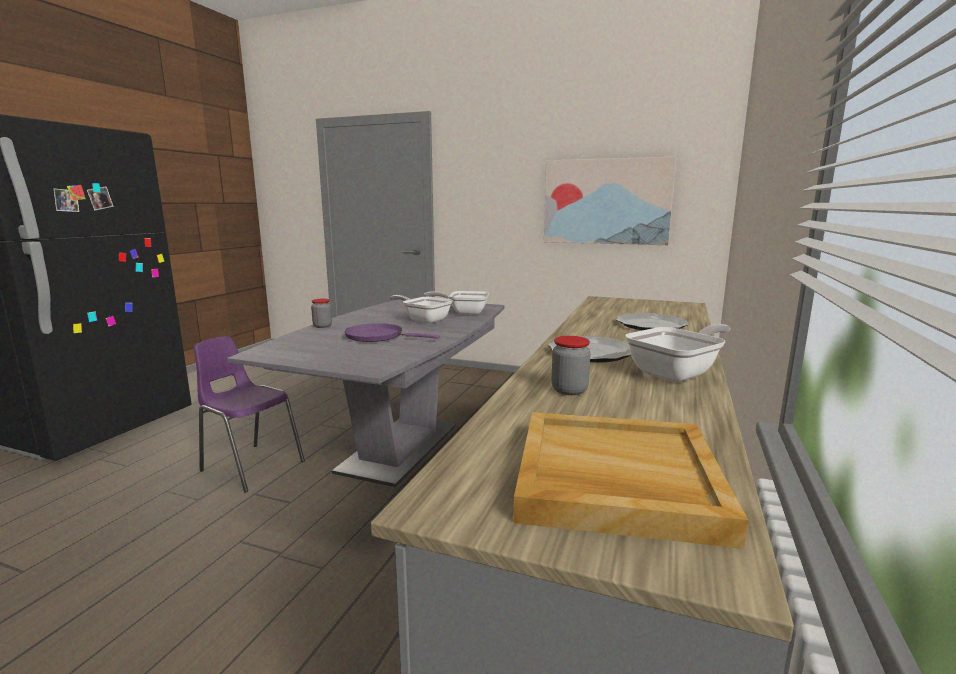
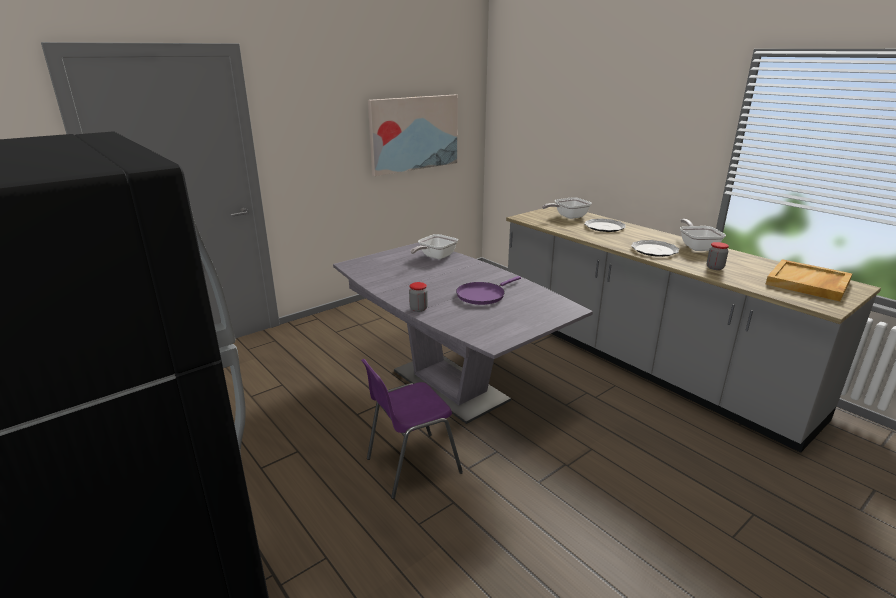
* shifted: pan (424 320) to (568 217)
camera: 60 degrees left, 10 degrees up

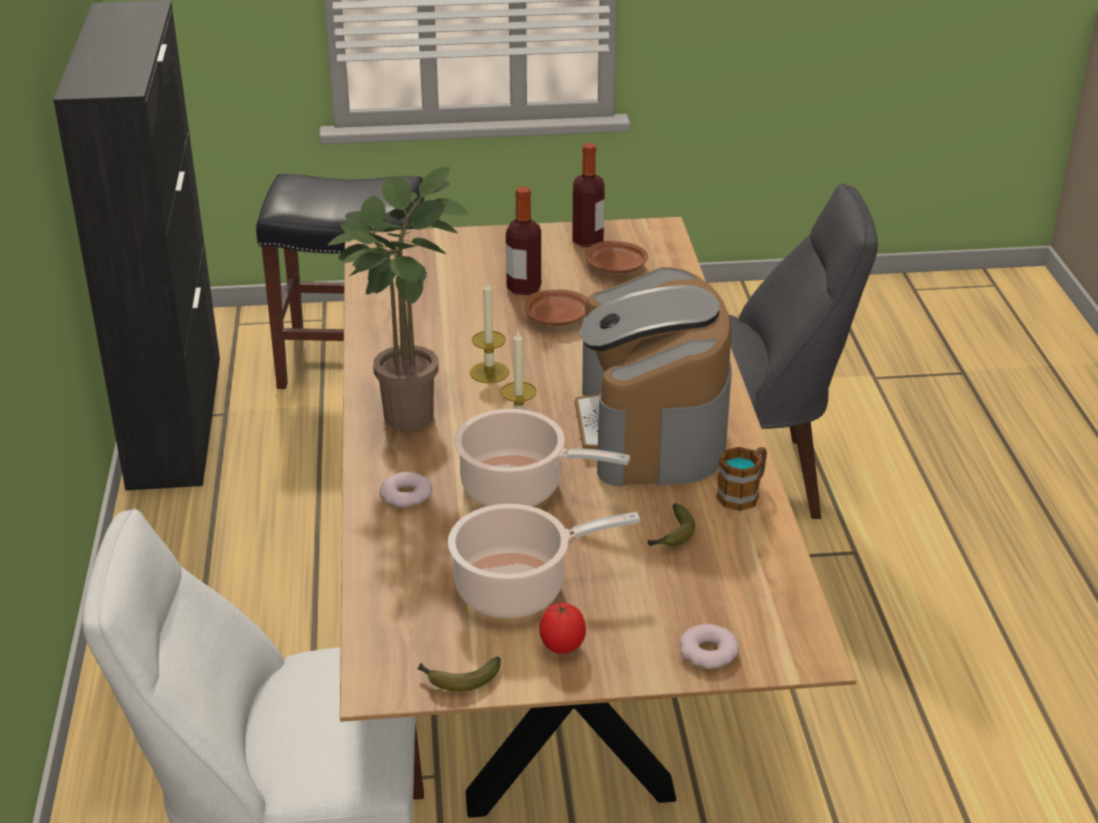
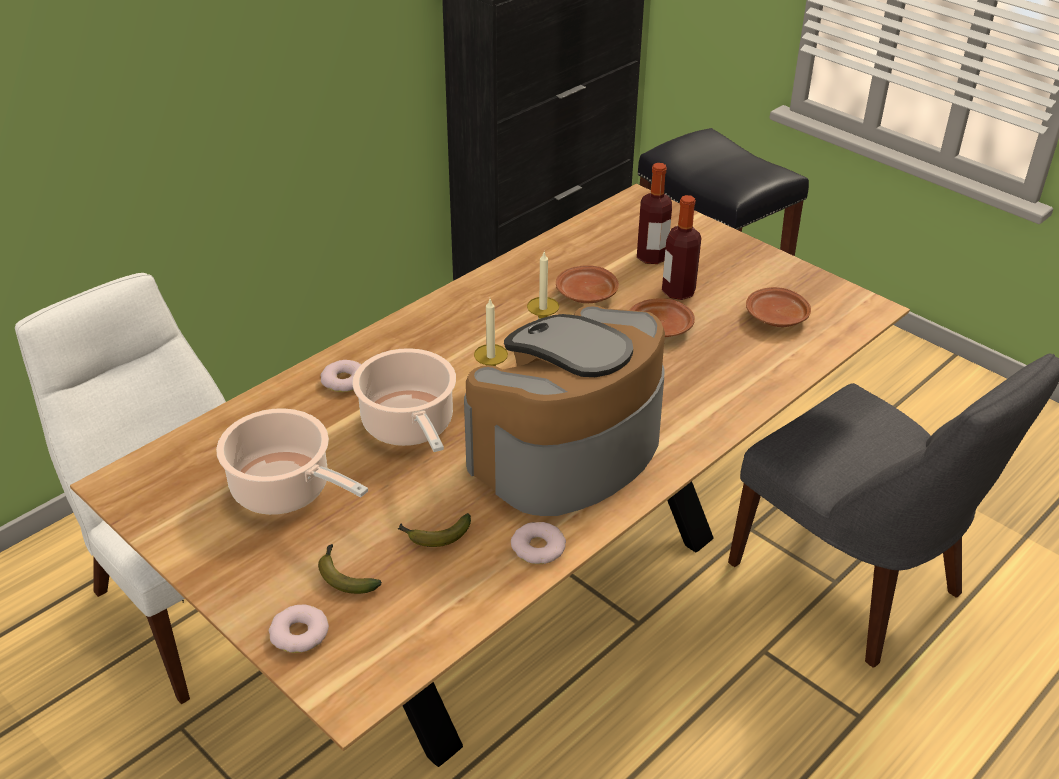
* shifted: banana (458 679) to (344 576)
* swapped: coffee mug (743 493) to ring doughnut (538 548)
* new: dinner plate (brown) (586 294)
* shifted: drink bottle (587 241) to (651 257)
* gone: houseplant (406 411)
* gone: fresh tomato (561 647)
camera: 50 degrees right, 5 degrees up

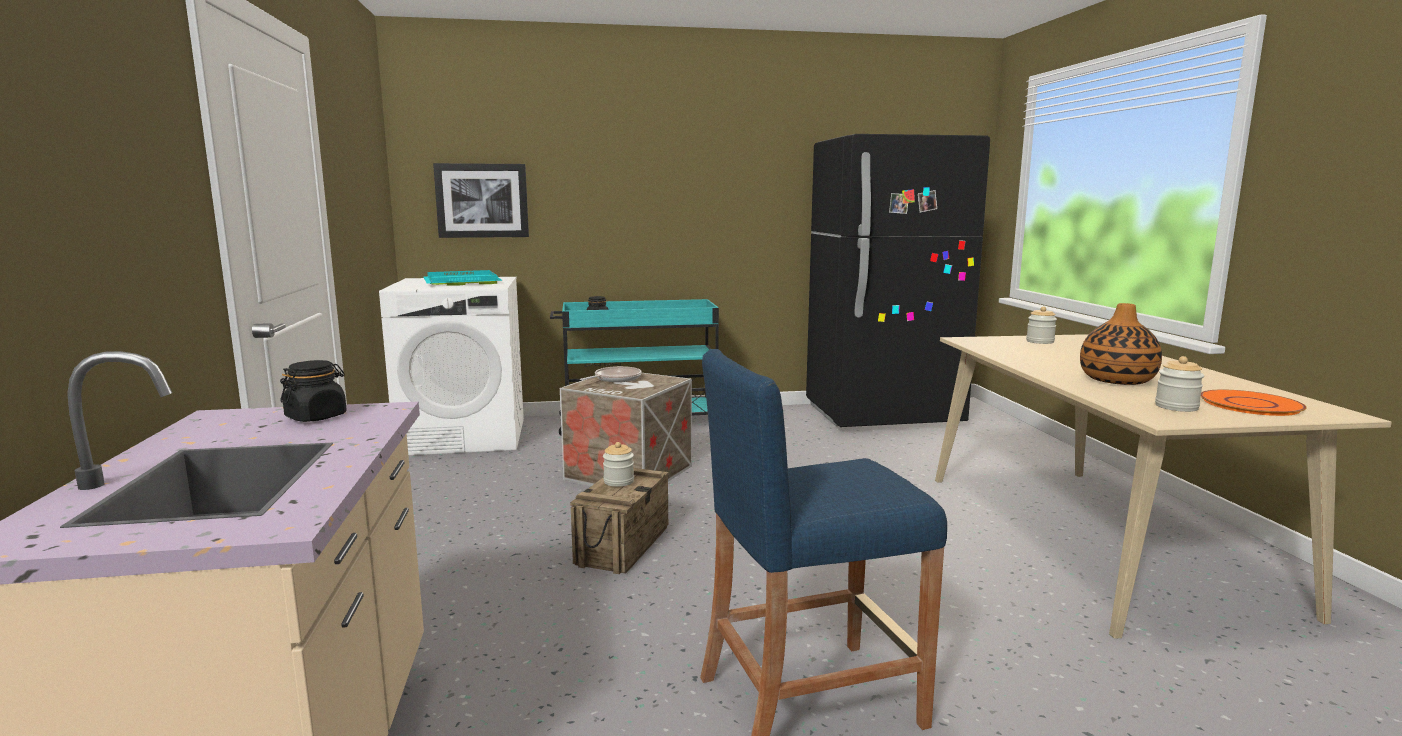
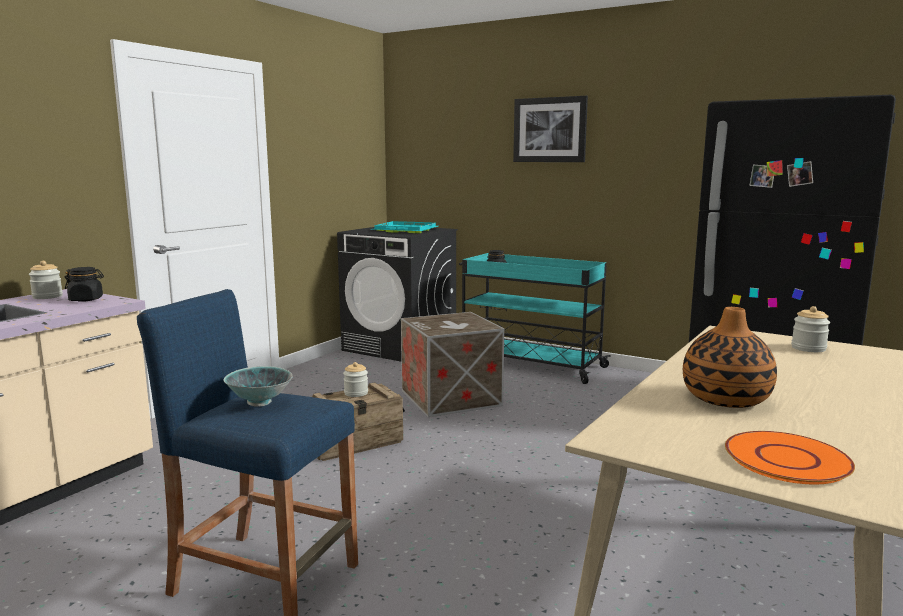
* shifted: preserve jar (1176 407) to (47 296)
* new: bowl (259 402)
* repainted: laundry machine (white) (465 436) to laundry machine (black-coloured) (400 347)
* shifted: picture (482 200) to (550 130)
* gone: pan (615 379)
camera: 40 degrees right, 0 degrees up

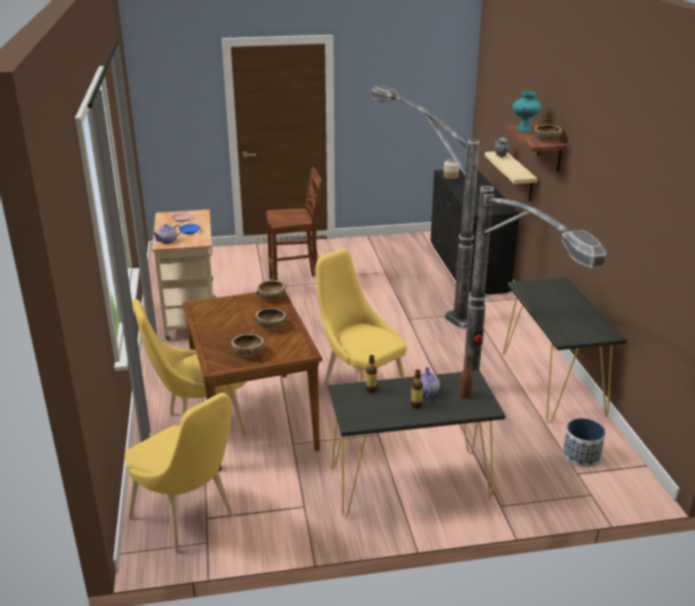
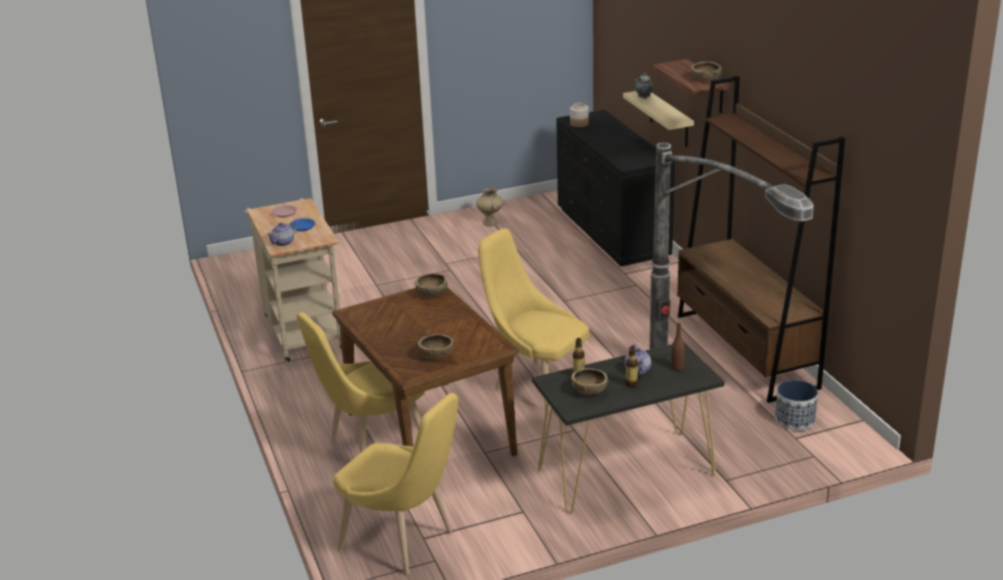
* new: decorative vase (beige) (491 223)
* shifted: bowl (brown) (270 326) to (589 391)
* swapped: console table (black-coloured) (552 383) to shelving unit (brown) (746 351)
* gone: sitting stool (brown) (296 285)
* gone: floor lamp (417 292)
* gone: decorative vase (turquoise-coloured) (524 130)
camera: 10 degrees left, 0 degrees up

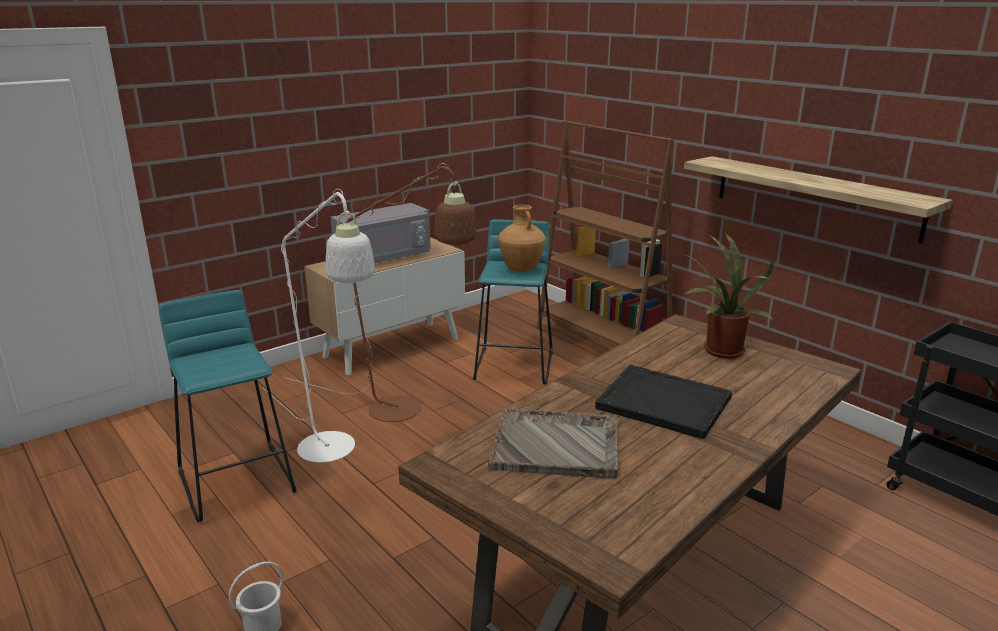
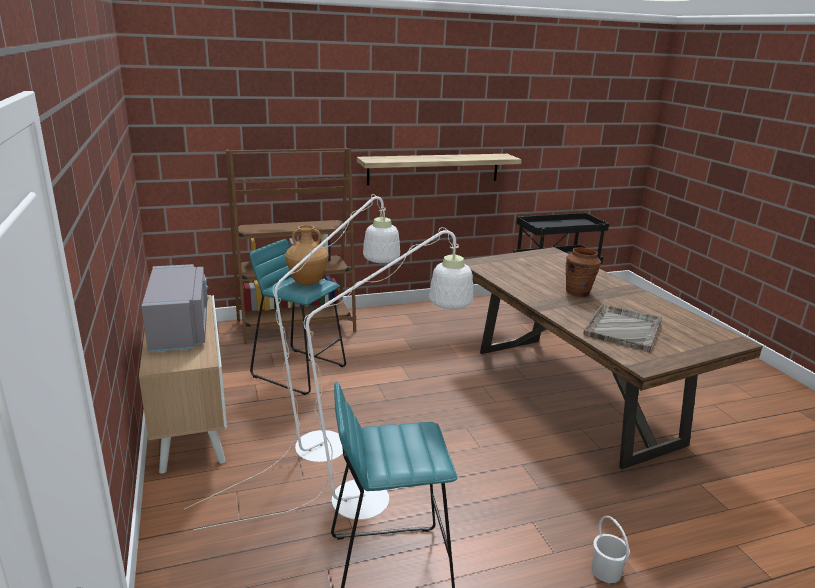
* repainted: floor lamp (brown) (407 411) to floor lamp (white) (332 440)
* swapped: tray (black-coloured) (662 402) to decorative vase (brown) (578 293)
* gone: houseplant (719 352)
camera: 70 degrees left, 0 degrees up

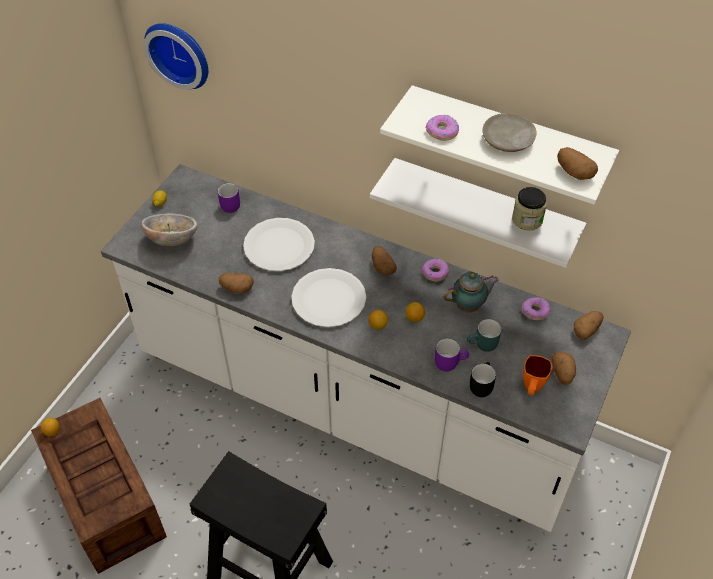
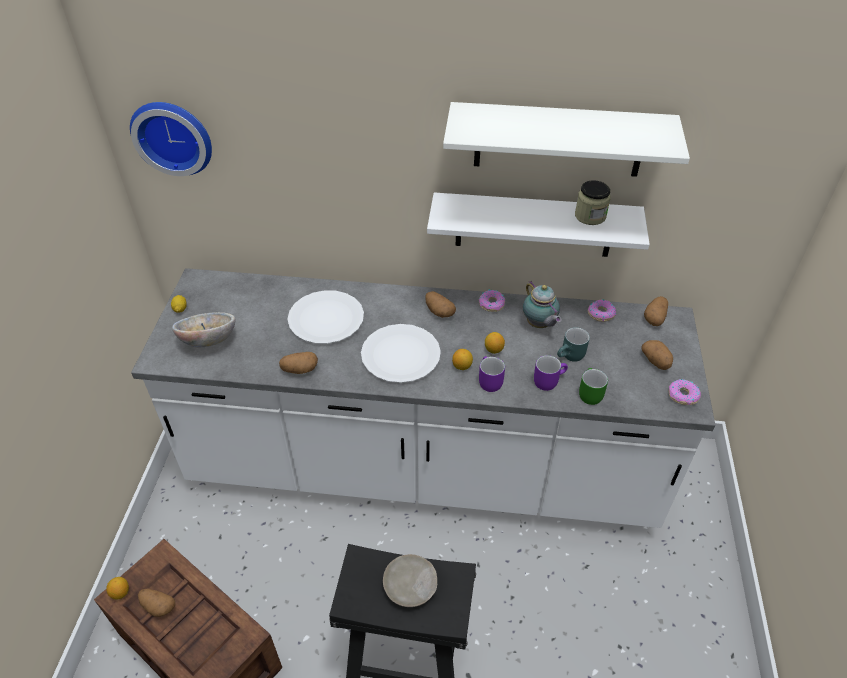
* shifted: whole potato (573 172) to (158 606)
* shifted: dinner plate (beige) (508 140) to (410 585)
* shifted: coffee mug (purple-coloured) (229 204) to (487 381)
* rotated: pot for tea (469 306) = (539 325) 105 degrees clockwise
* repainted: coffee mug (black-coloured) (480 384) to coffee mug (green-coloured) (588 393)
* shifted: ring doughnut (442 131) to (682 395)
* gone: coffee mug (orangey) (532 388)
camera: 20 degrees left, 5 degrees down

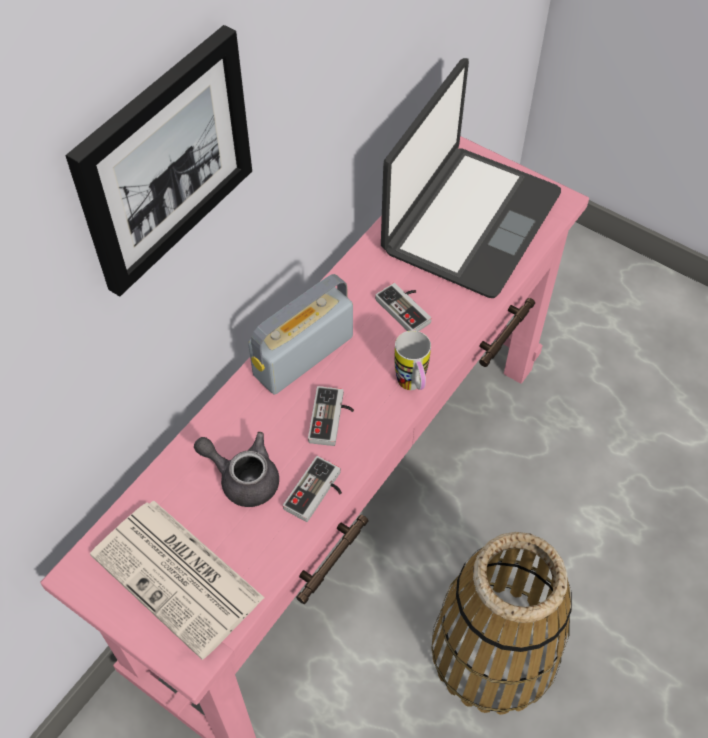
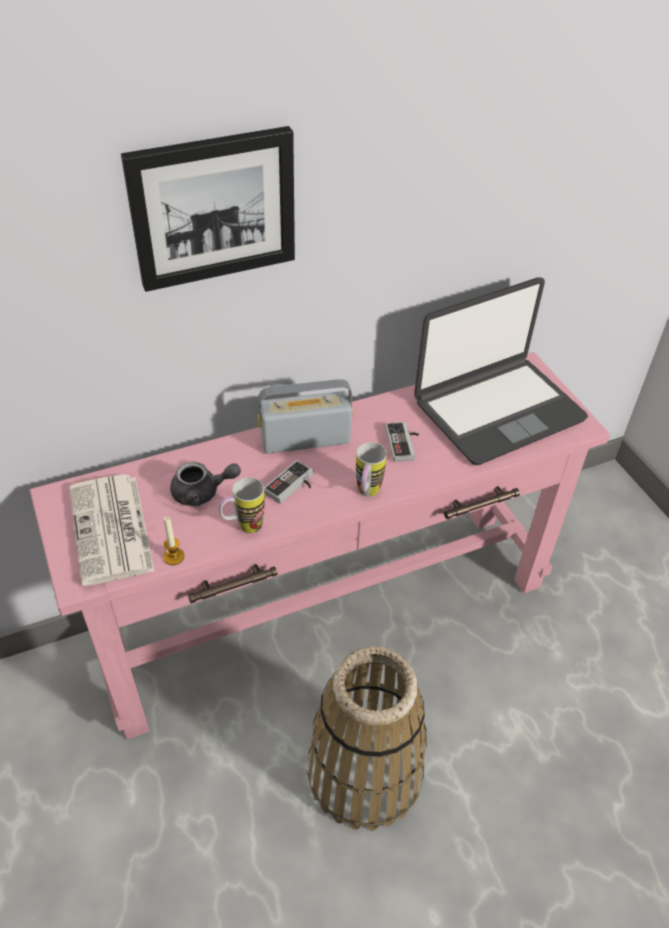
* new: candle (174 557)
* rotated: pot for tea (greyish) (243 478) = (202 493) 120 degrees clockwise
* swapped: joypad (318 494) to coffee mug (243 527)
camera: 30 degrees right, 10 degrees down

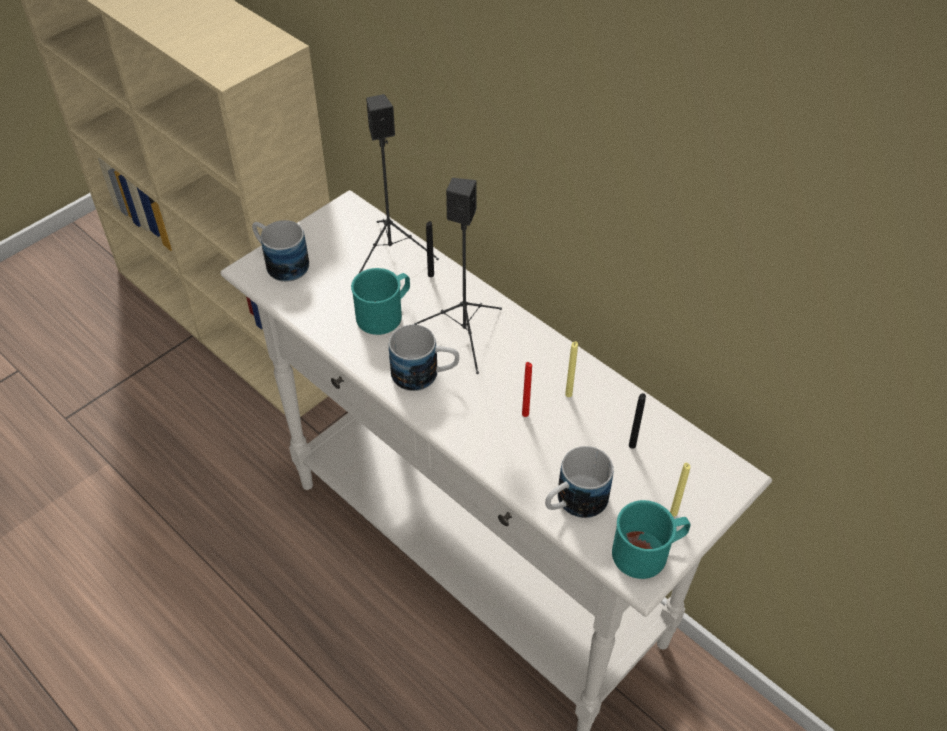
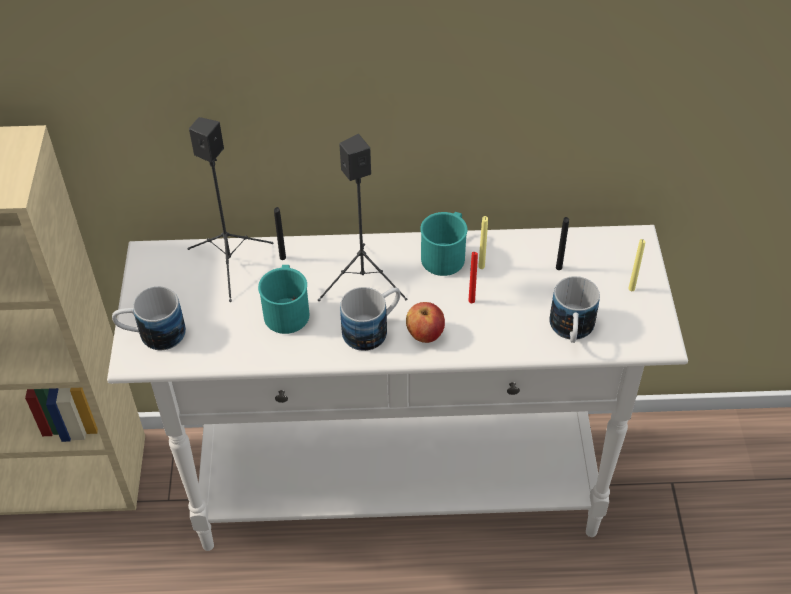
* new: apple (425 334)
* shifted: coffee mug (turquoise-coloured) (648 552) to (446 254)
camera: 45 degrees left, 0 degrees up

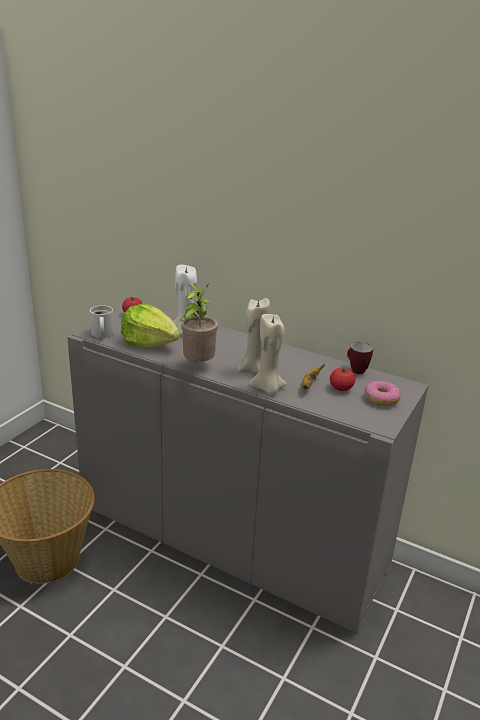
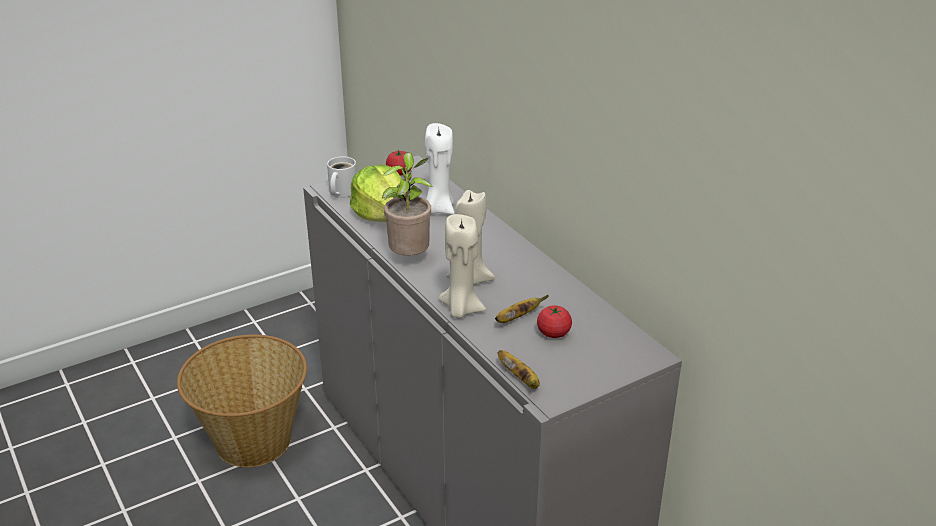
* new: banana (521 379)
* gone: coffee mug (355 370)
* gone: ring doughnut (381 399)
camera: 30 degrees right, 5 degrees up

